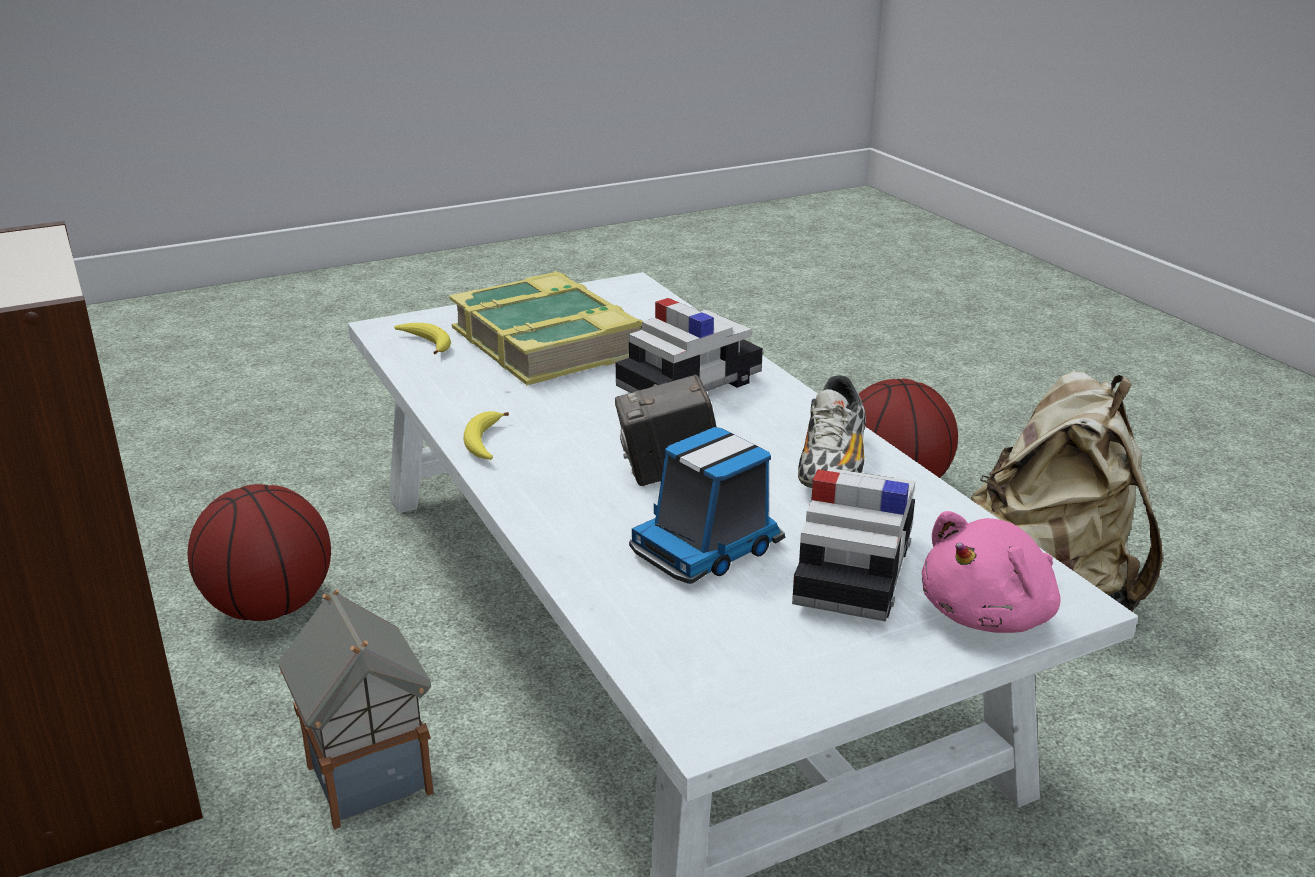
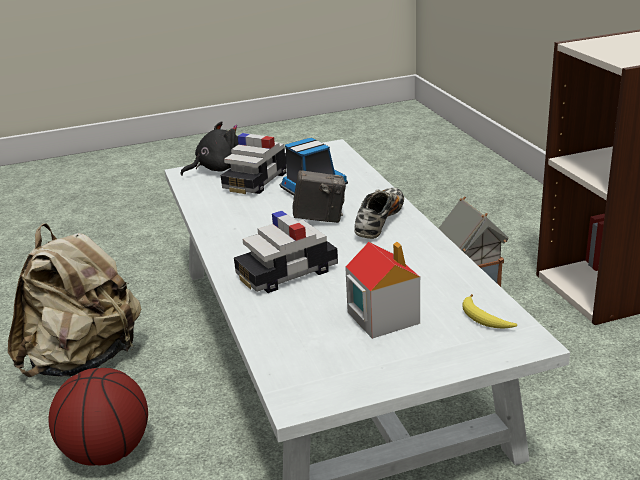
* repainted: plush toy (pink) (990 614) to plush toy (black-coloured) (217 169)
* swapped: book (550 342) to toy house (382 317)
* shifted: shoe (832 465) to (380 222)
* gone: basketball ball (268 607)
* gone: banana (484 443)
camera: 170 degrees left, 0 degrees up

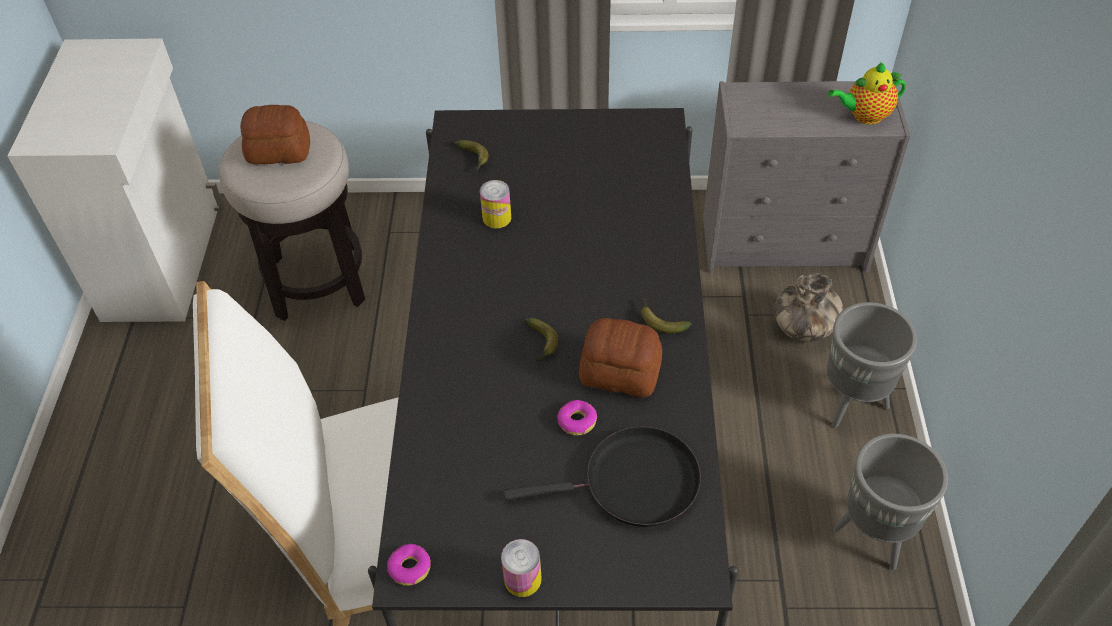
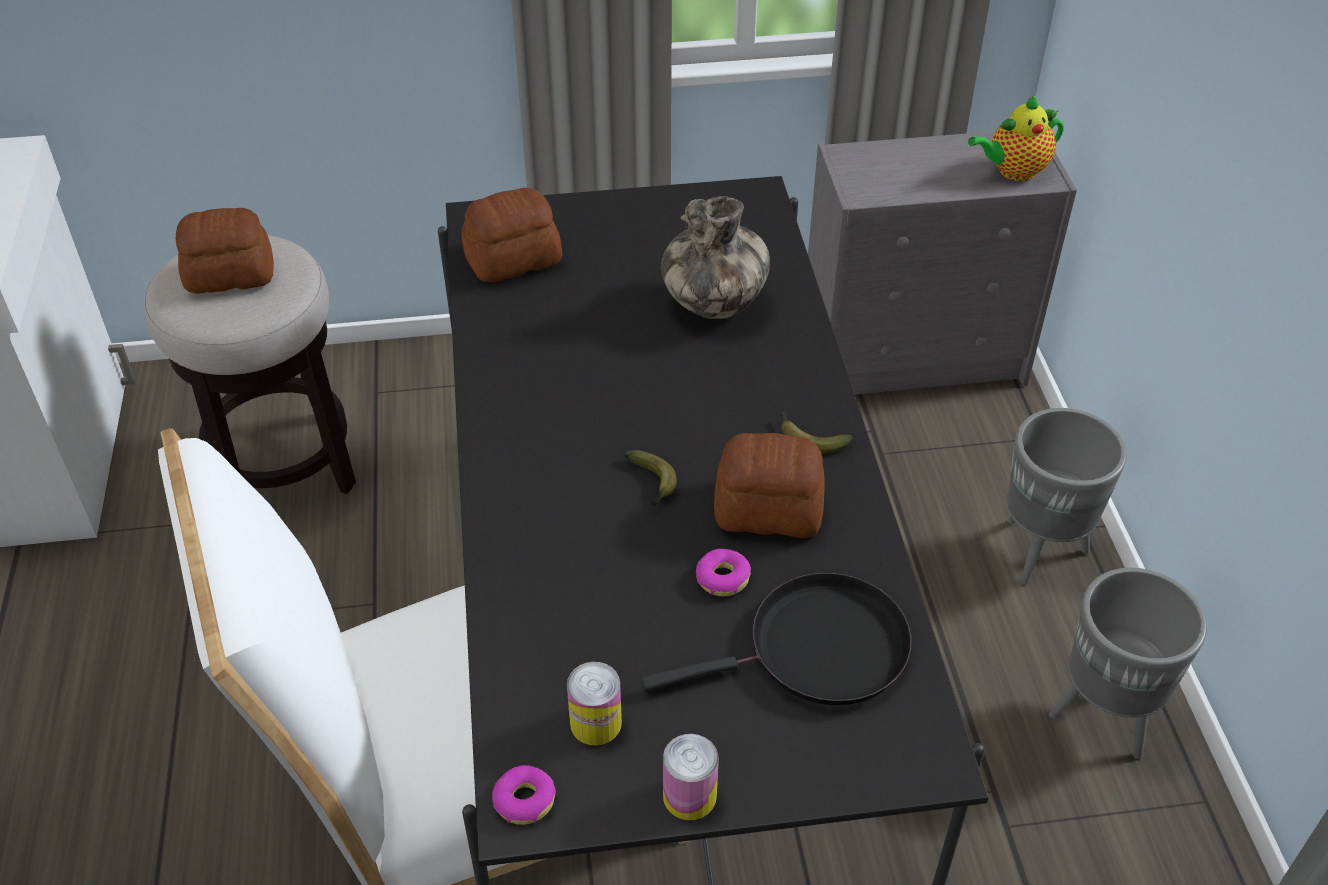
* swapped: banana (473 159) to bakery bread (511 258)
* shifted: metal can (497 218) to (595 723)
* shifted: decorative vase (804 330) to (715 305)
camera: 10 degrees left, 5 degrees down

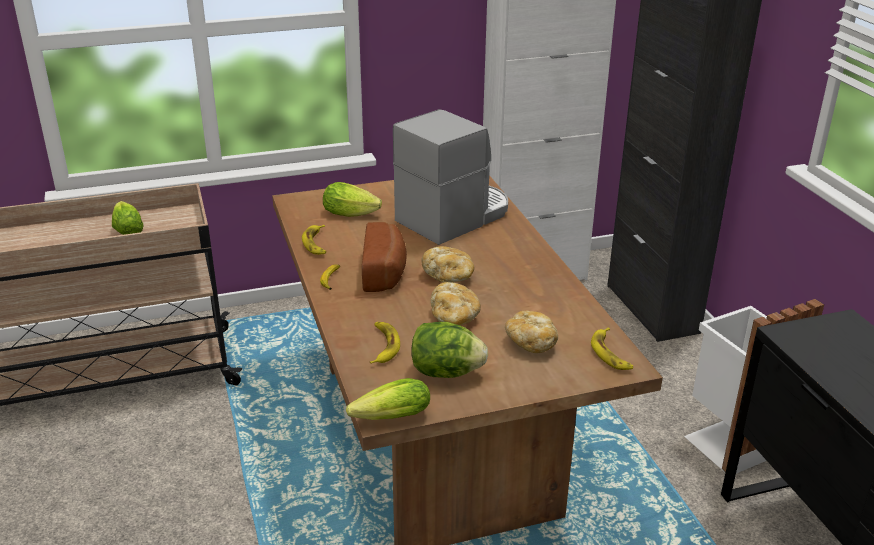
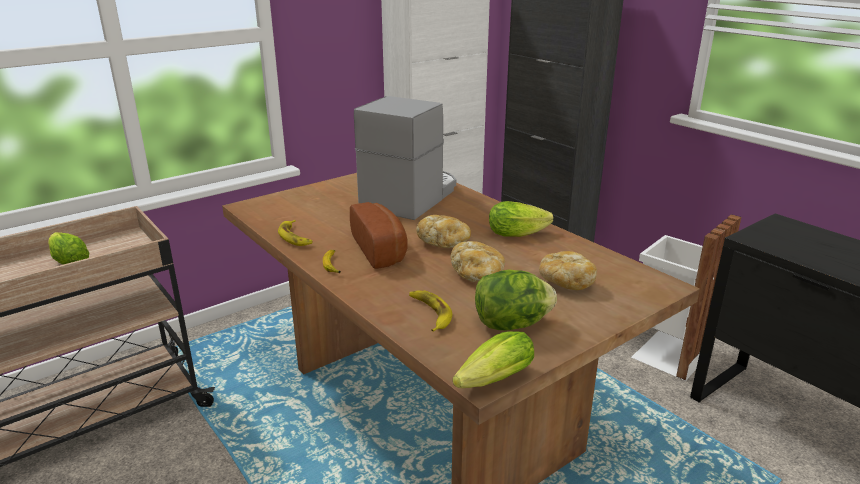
* shifted: lettuce (353 213) to (520 233)
* gone: banana (611 353)
camera: 20 degrees left, 5 degrees down

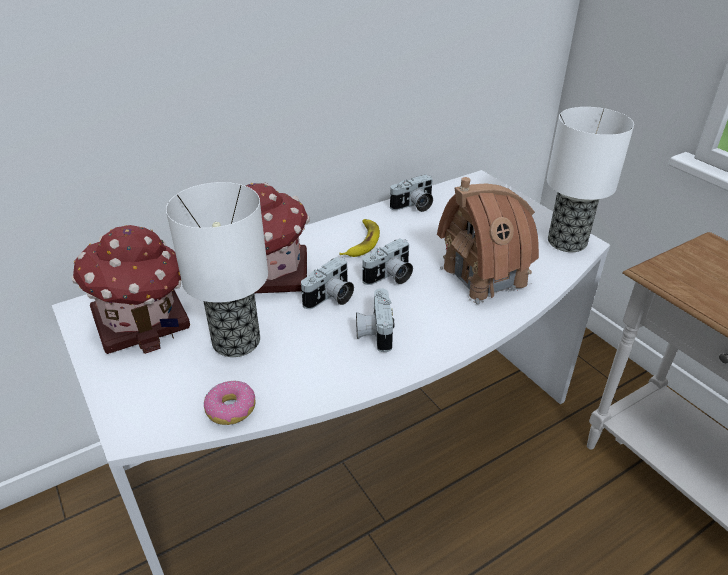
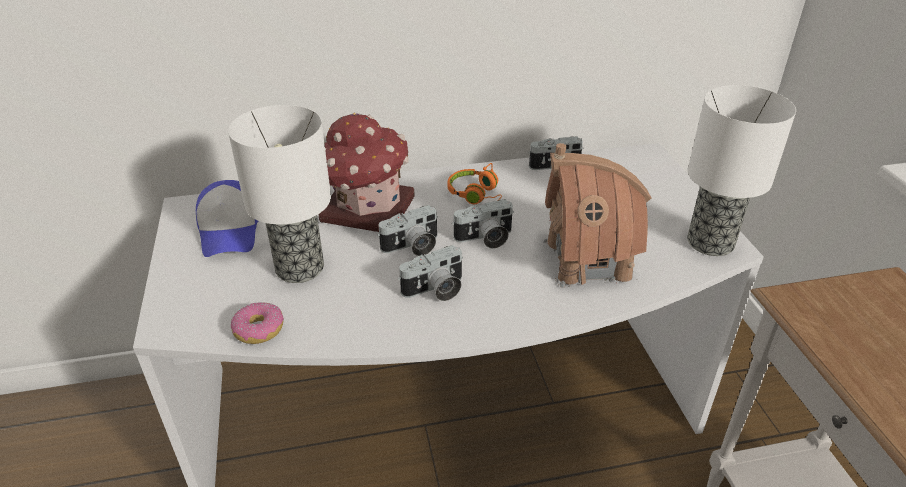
* swapped: toy house (144 320) to peaked cap (230 229)
* rotated: still camera (374 332) = (435 290) 135 degrees counterclockwise
* swapped: banana (362 242) to pair of headphones (orangey) (478 196)
camera: 20 degrees right, 0 degrees up

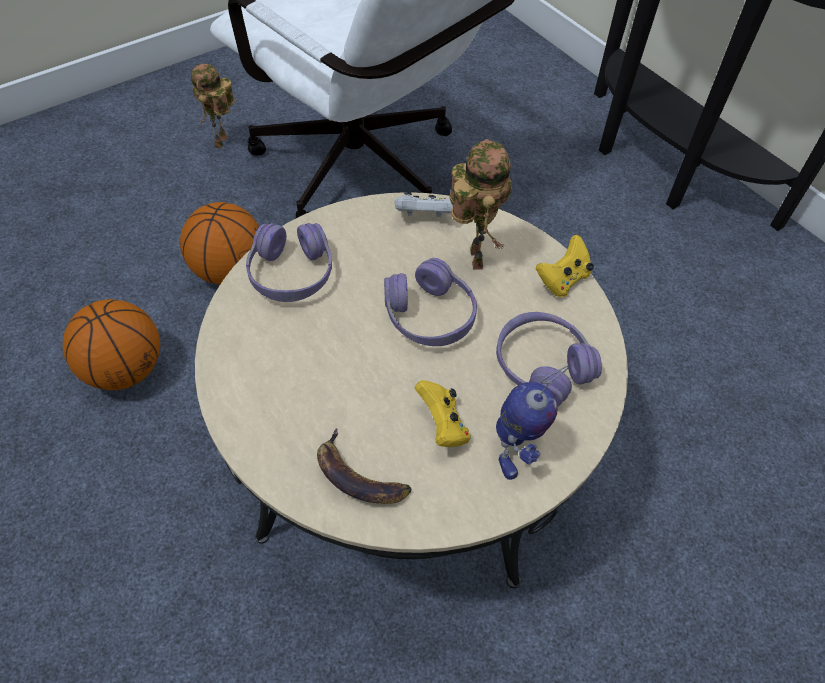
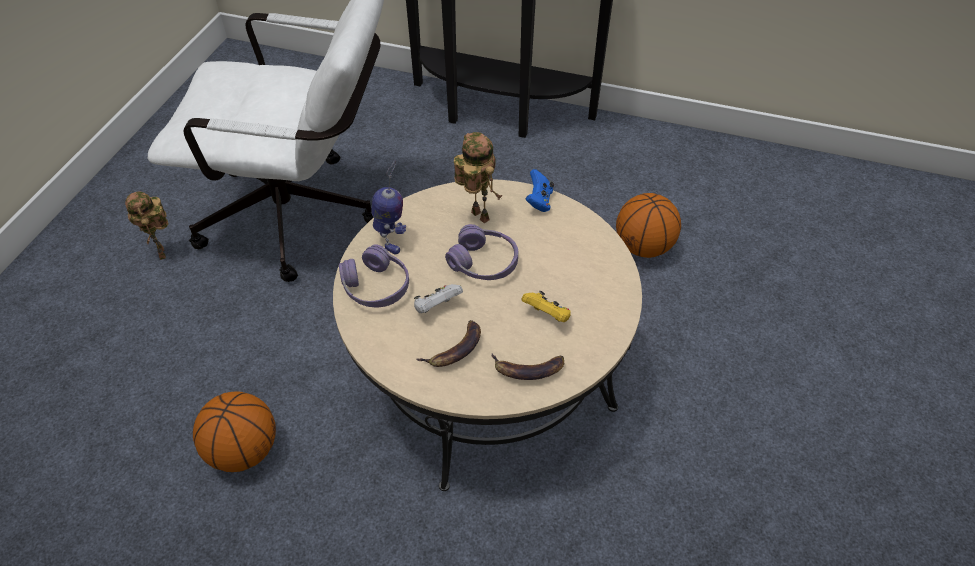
* shifted: robot figure (516 449) to (391 239)
* shifted: joypad (white) (424 217) to (436 307)
* new: banana (455 350)
* repainted: joypad (yellow) (562 280) to joypad (bluish) (539 201)
* shifted: basketball ball (229 271) to (643 247)
* gone: pair of headphones (purple-coloured) (542 366)
camera: 35 degrees left, 5 degrees down

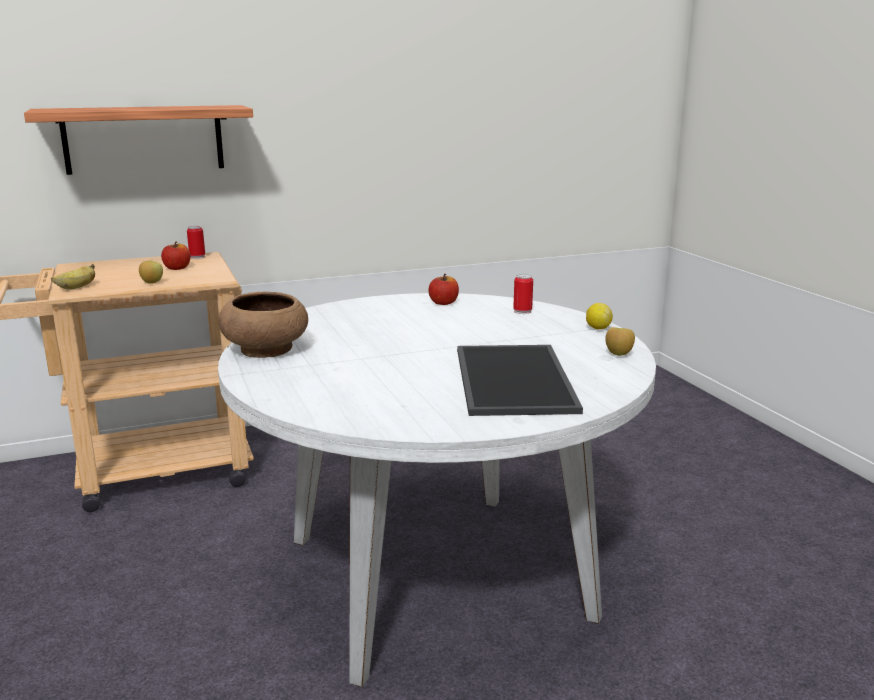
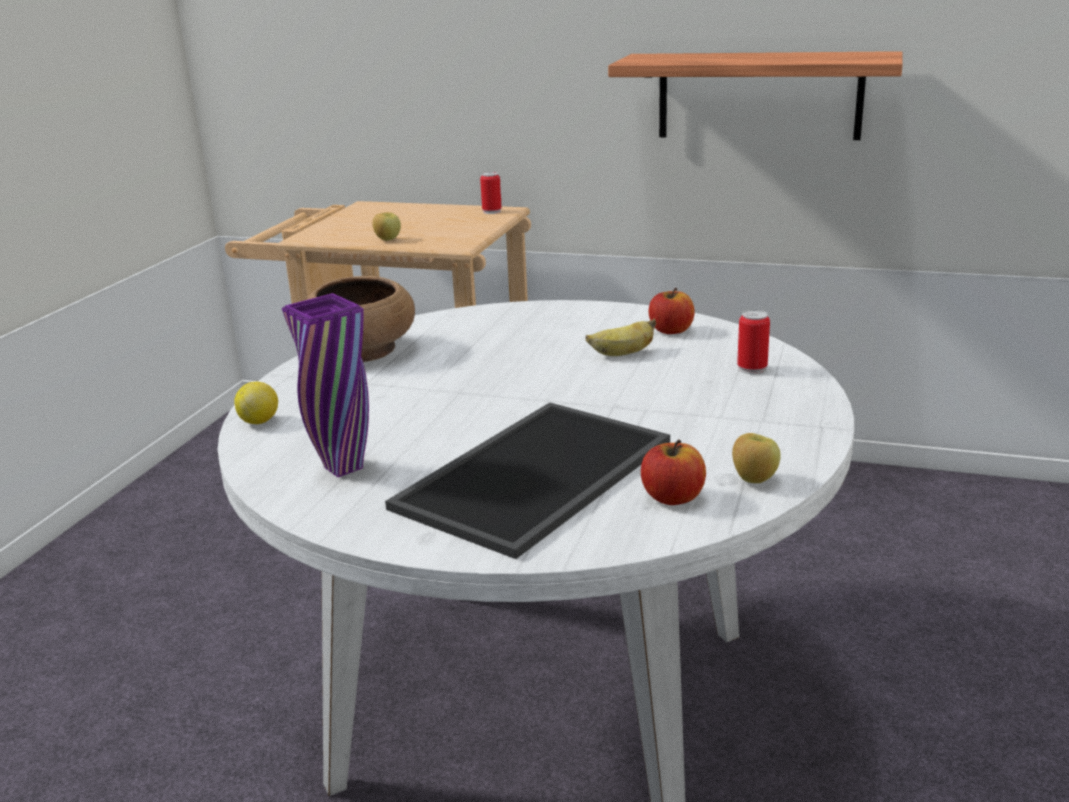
* shifted: citrus fruit (598 328) to (259 421)
* new: decorative vase (purple-coloured) (343 468)
* shifted: banana (77 287) to (622 354)
* shifted: wall shelf (144 139) to (759 96)
* shifted: apple (177 268) to (672 497)
camera: 40 degrees right, 5 degrees up

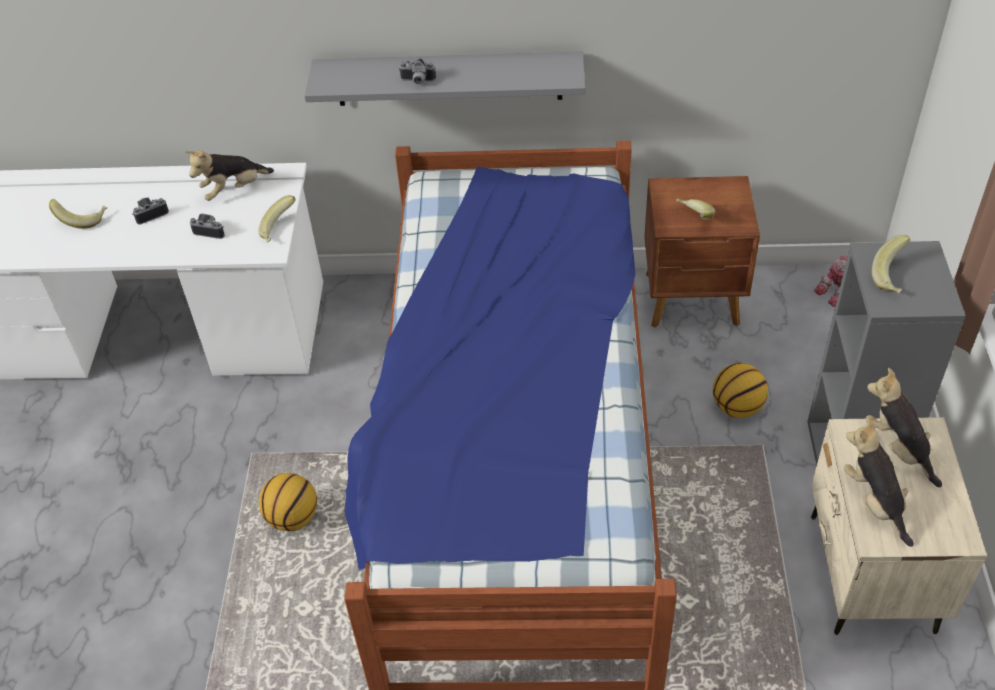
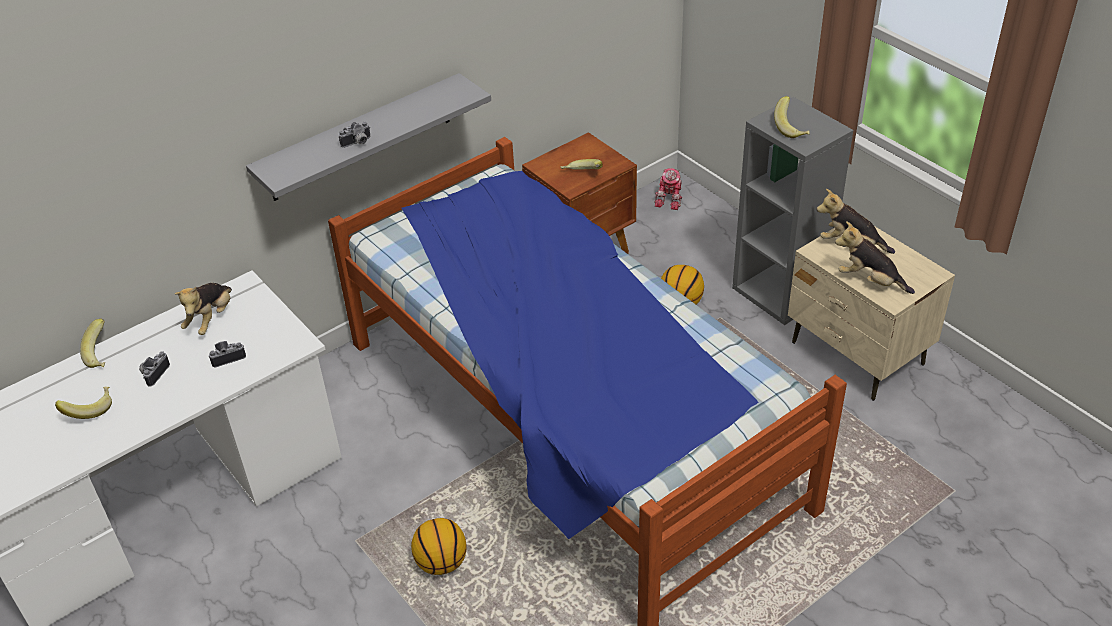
* shifted: banana (280 230) to (102 354)
camera: 40 degrees left, 5 degrees down

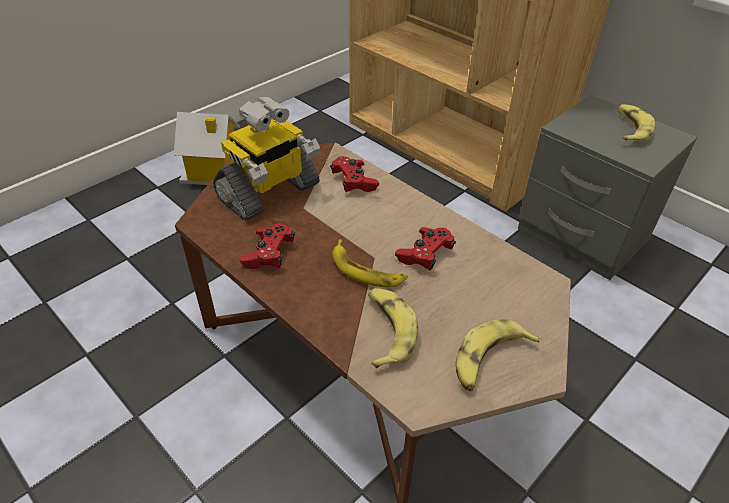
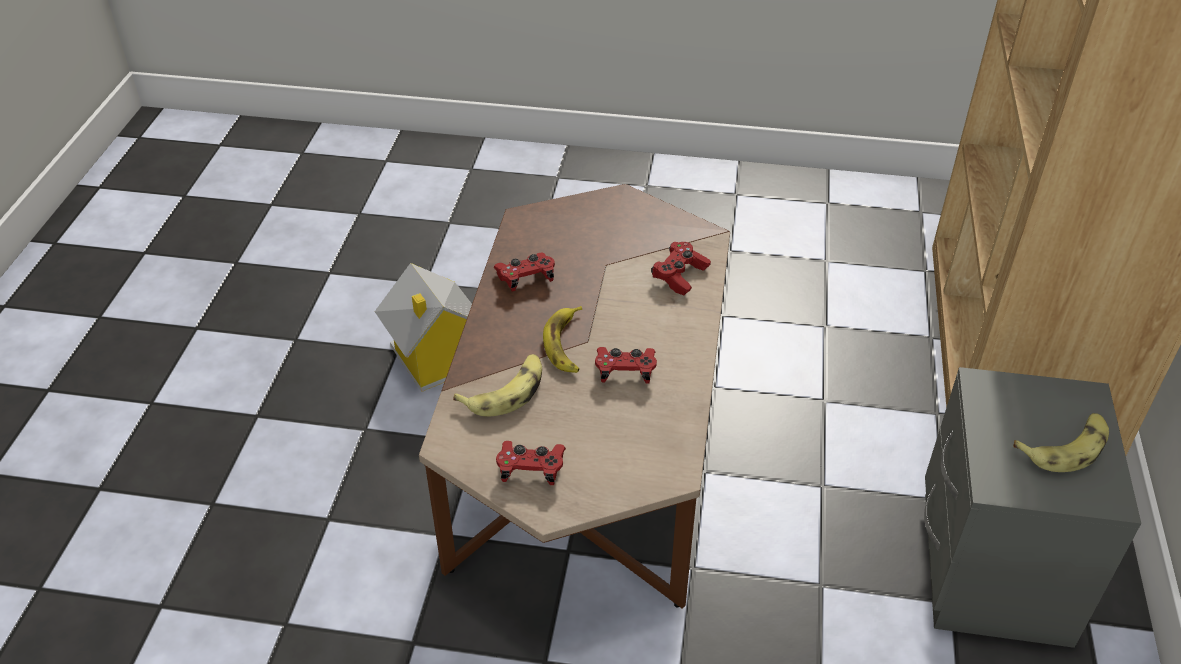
* shifted: toy house (213 173) to (434 360)
* swapped: banana (488 360) to joypad (red) (531 469)
* gone: robot figure (269 193)
camera: 55 degrees right, 0 degrees up

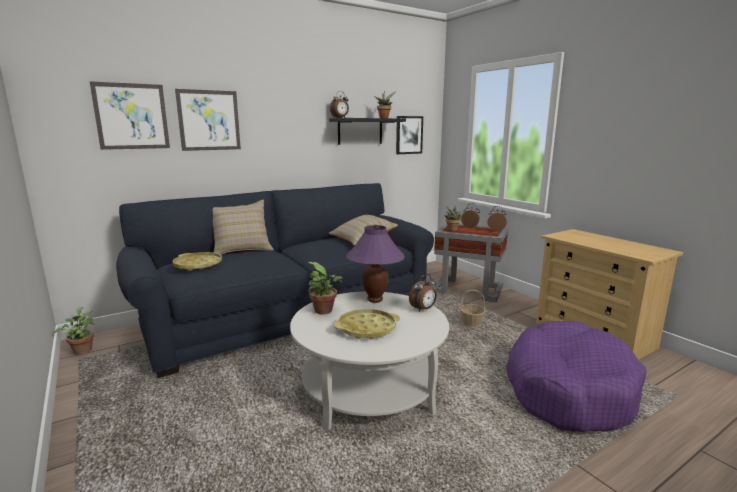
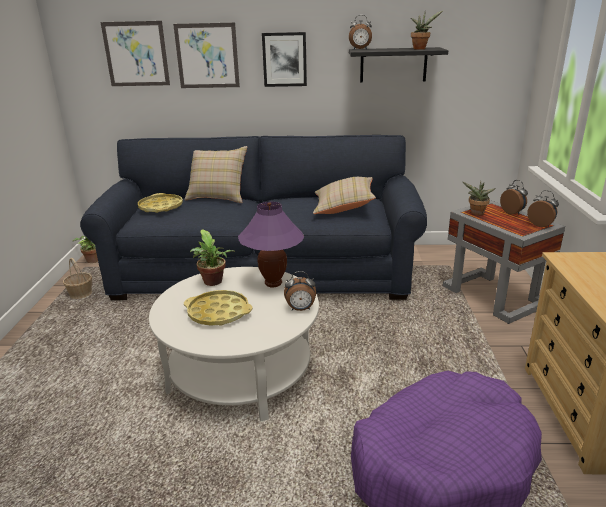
* shifted: household basket (471 324) to (81 294)
* shifted: picture (409 135) to (284 59)
camera: 35 degrees right, 10 degrees up

